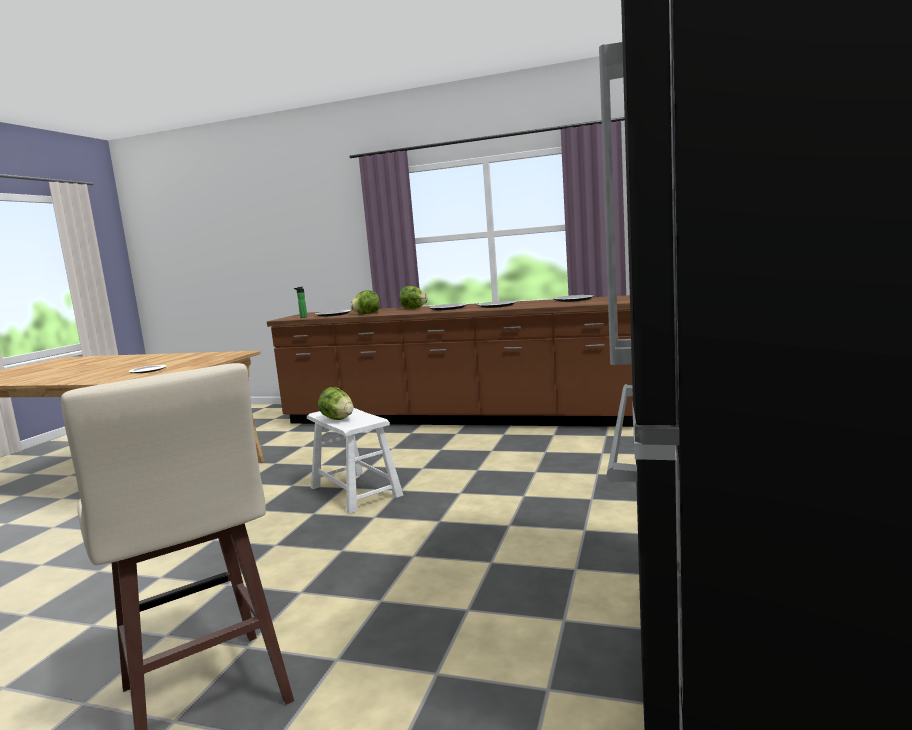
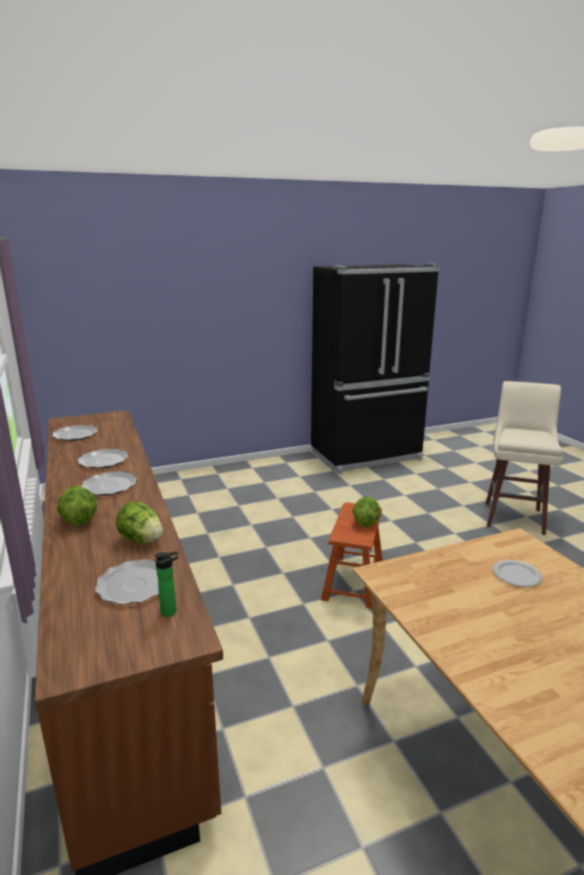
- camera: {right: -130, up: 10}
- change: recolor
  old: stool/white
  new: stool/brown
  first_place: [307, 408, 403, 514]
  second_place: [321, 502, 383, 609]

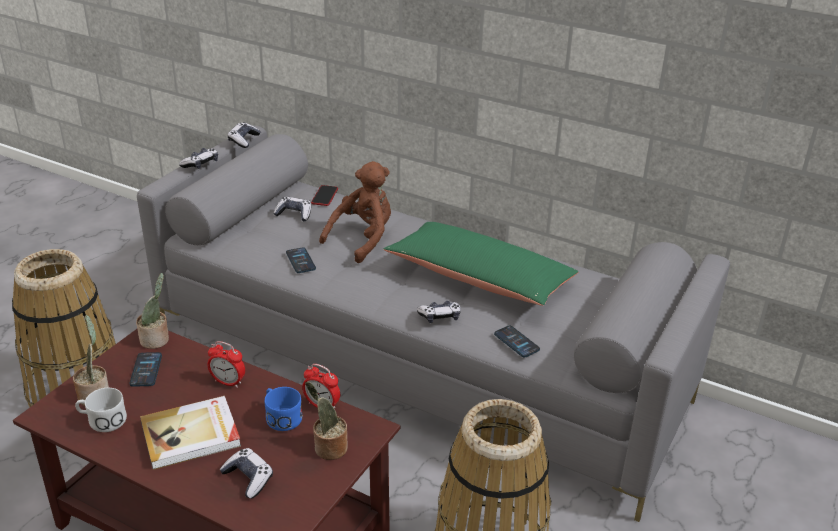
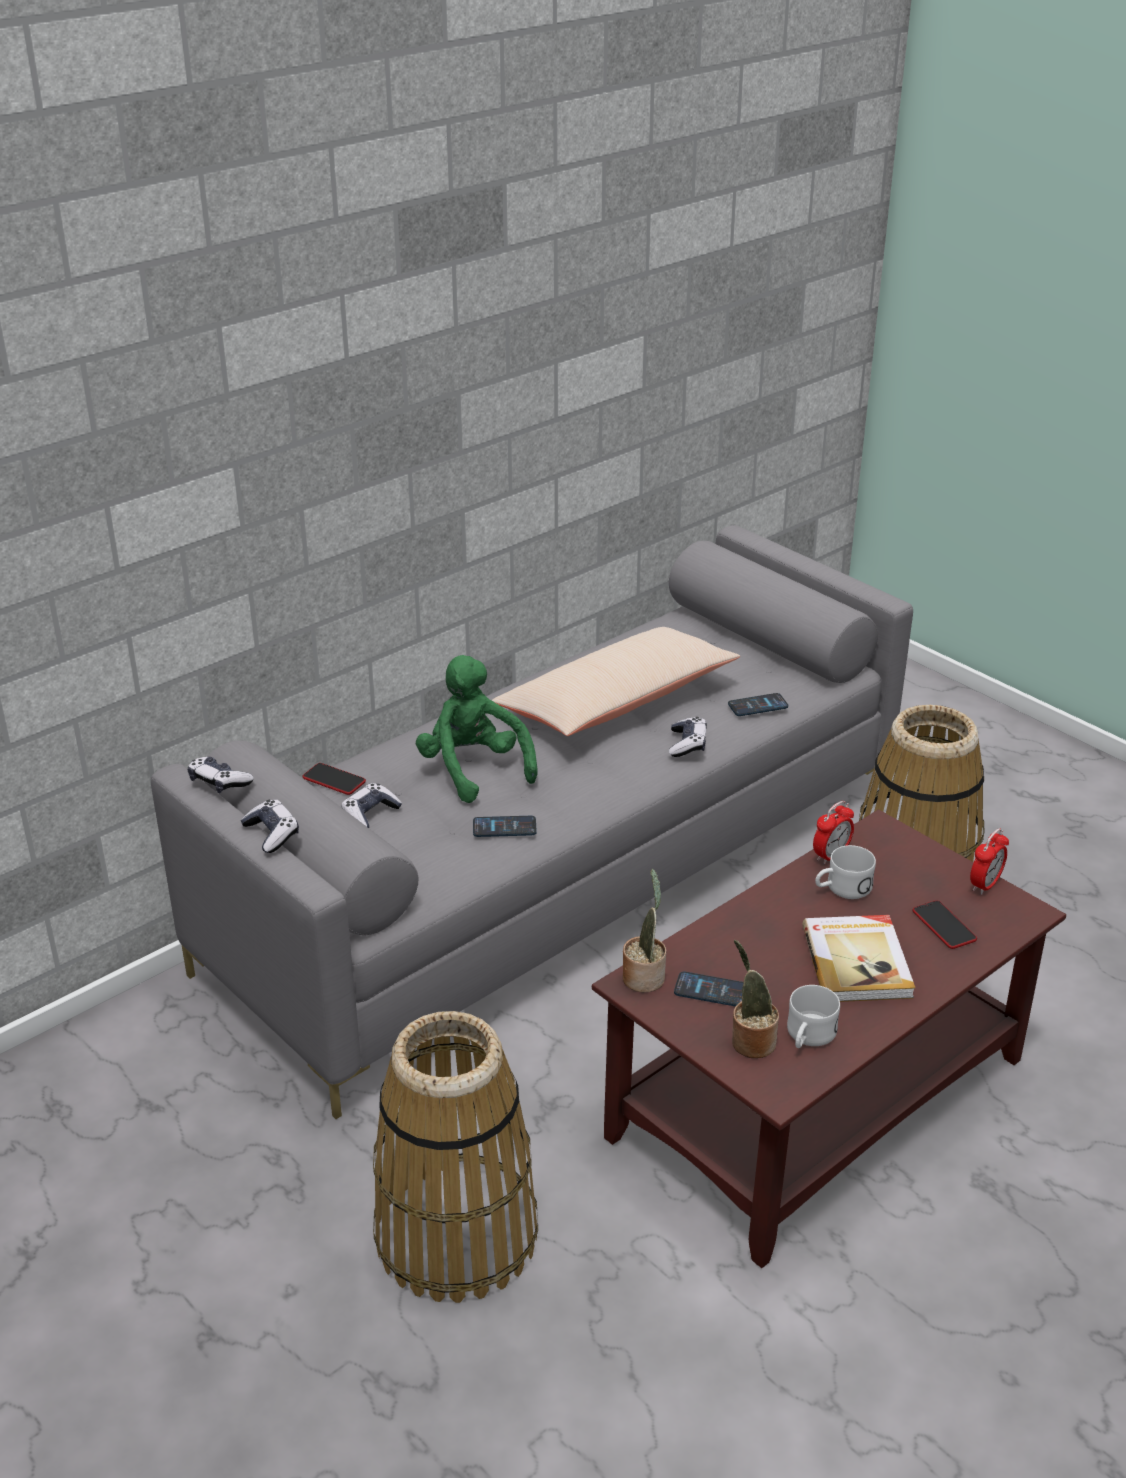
- camera: {right: -70, up: 0}
- change: move
  old: alarm clock
  first_place: [207, 341, 245, 388]
  second_place: [970, 828, 1009, 895]
- change: replace
  old: game controller
  new: phone
  first_place: [220, 448, 273, 499]
  second_place: [912, 900, 977, 949]
- change: recolor
  old: mug/blue
  new: mug/white
  first_place: [265, 387, 302, 431]
  second_place: [815, 845, 876, 899]
- change: delete
  old: potted plant
  first_place: [305, 381, 348, 460]
- change: recolor
  old: plush toy/brown
  new: plush toy/green
  first_place: [319, 161, 391, 263]
  second_place: [416, 655, 538, 803]
- change: recolor
  old: pillow/green
  new: pillow/beige
  first_place: [383, 222, 578, 306]
  second_place: [492, 627, 740, 736]

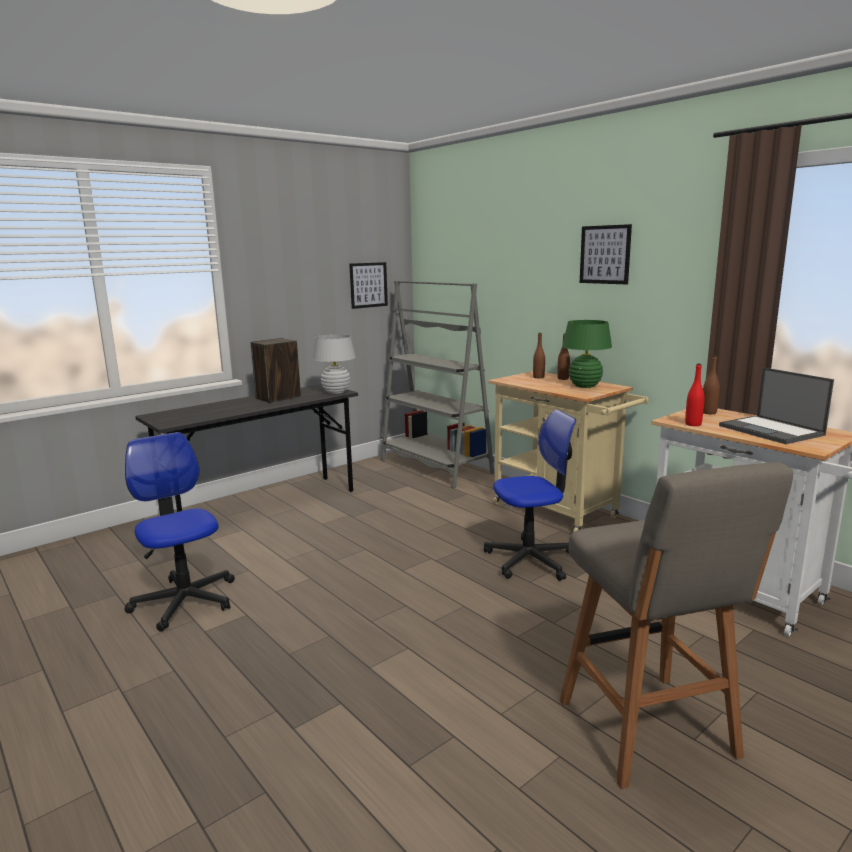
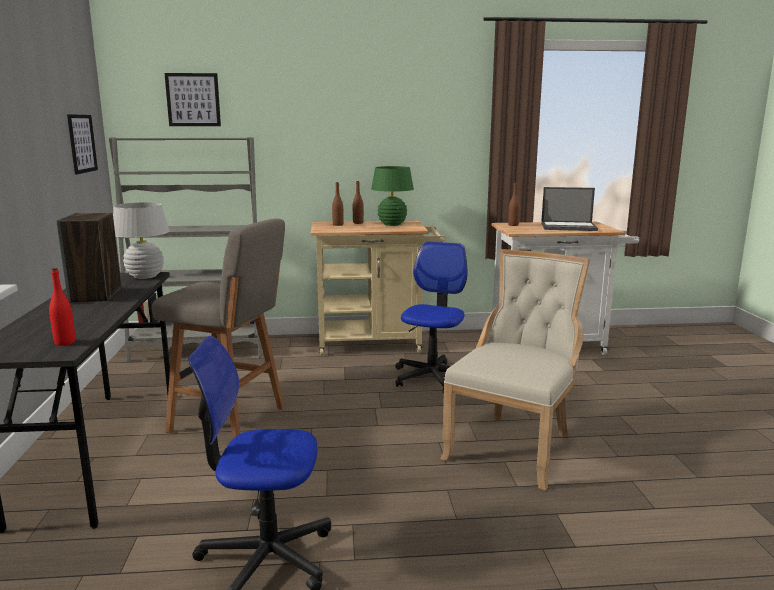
- camera: {right: -55, up: 0}
- change: move
  old: stool/grey
  first_place: [560, 462, 793, 789]
  second_place: [152, 218, 285, 439]
- change: move
  old: picture
  first_place: [580, 224, 632, 284]
  second_place: [165, 73, 221, 126]
- change: move
  old: bottle/red
  first_place: [685, 363, 705, 426]
  second_place: [49, 268, 75, 346]
- change: insert
  new: chair/beige
  second_place: [440, 249, 590, 490]

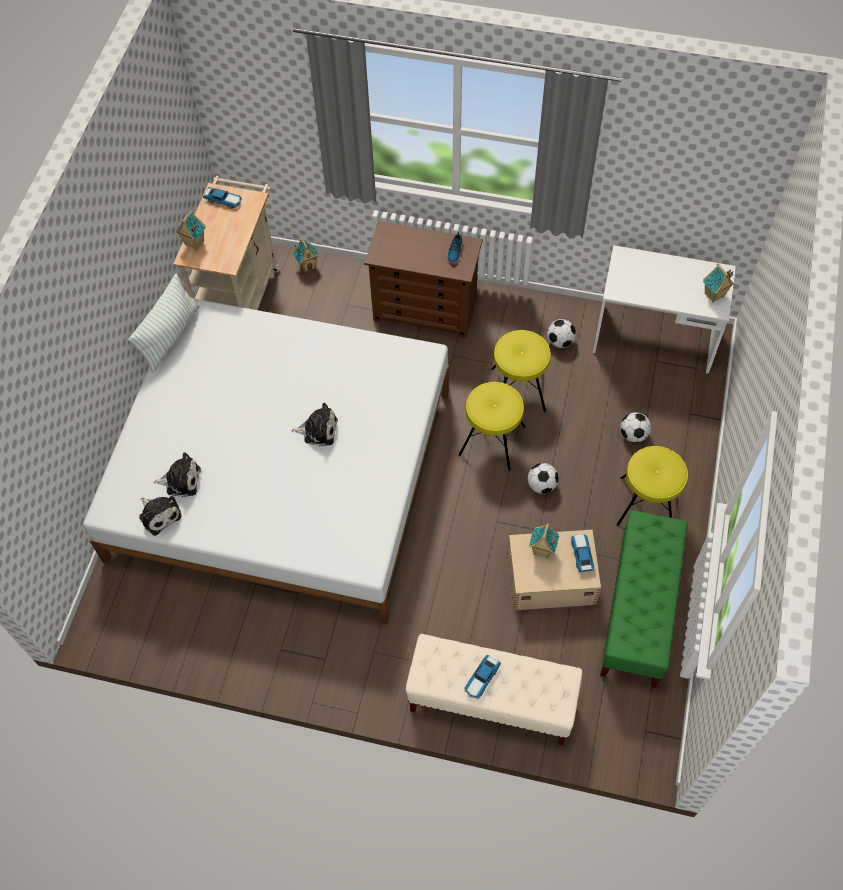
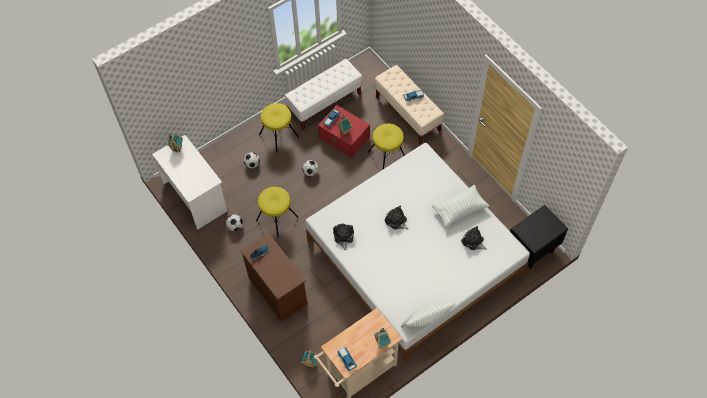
- camera: {right: -140, up: 0}
- change: move
  old: plush toy
  first_place: [139, 496, 181, 536]
  second_place: [333, 224, 354, 250]
- change: move
  old: stool/yellow
  first_place: [458, 382, 526, 471]
  second_place: [368, 124, 405, 169]
- change: recolor
  old: storage box/beige
  new: storage box/red
  first_place: [507, 530, 601, 610]
  second_place: [318, 105, 370, 158]
- change: recolor
  old: bench/green
  new: bench/white
  first_place: [600, 511, 688, 688]
  second_place: [285, 59, 362, 130]
- change: insert
  new: pillow
  second_place: [431, 184, 489, 228]
- change: insert
  new: nightstand/black
  second_place: [510, 205, 568, 268]

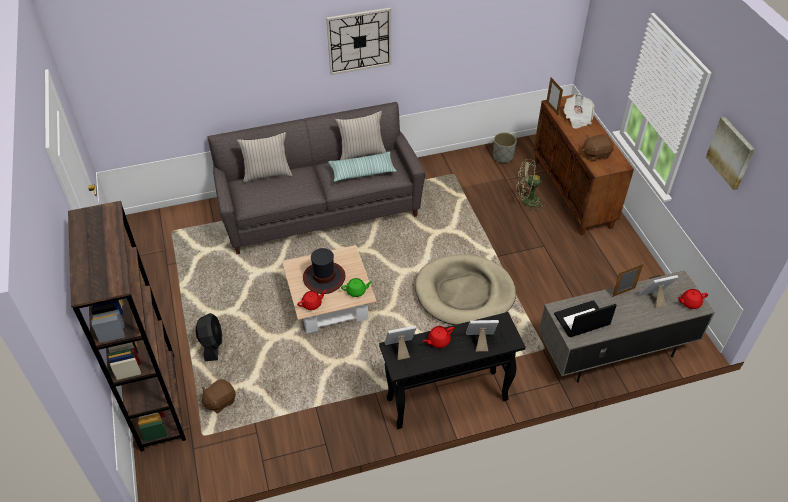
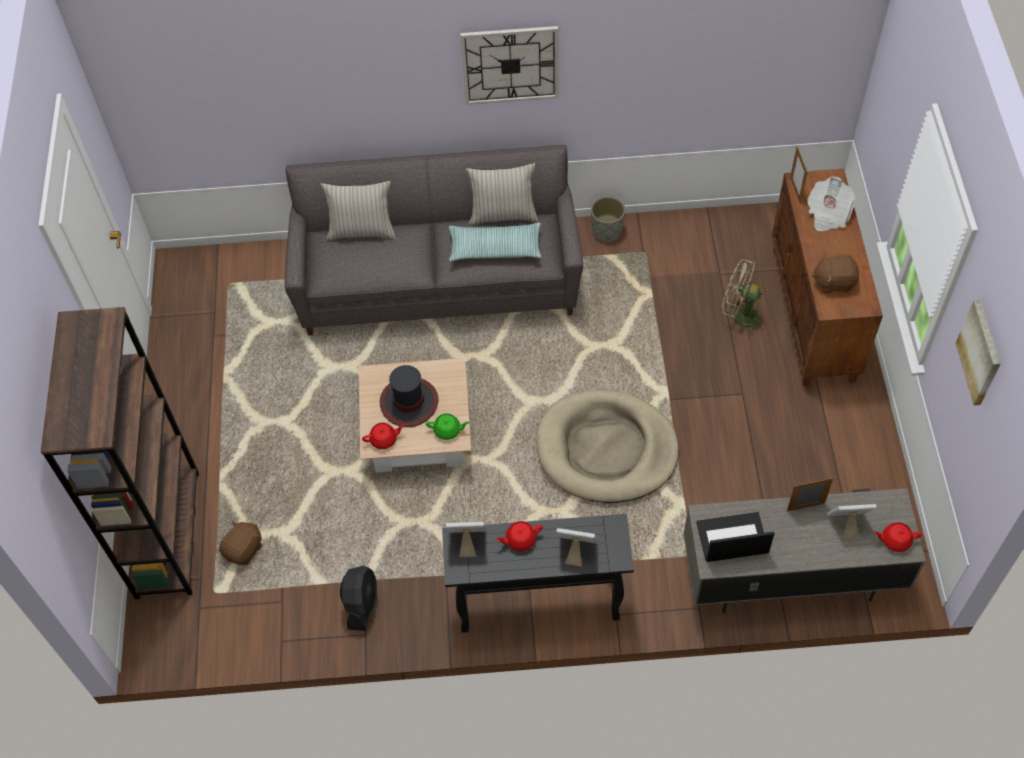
- camera: {right: 15, up: 10}
- change: move
  old: fan/black
  first_place: [196, 313, 222, 361]
  second_place: [340, 566, 377, 631]
- change: rotate
  old: plush toy/brown
  first_place: [202, 379, 236, 414]
  second_place: [219, 521, 262, 565]
  degrees: 150
- change: move
  old: planter/grey
  first_place: [493, 133, 517, 163]
  second_place: [591, 196, 625, 242]

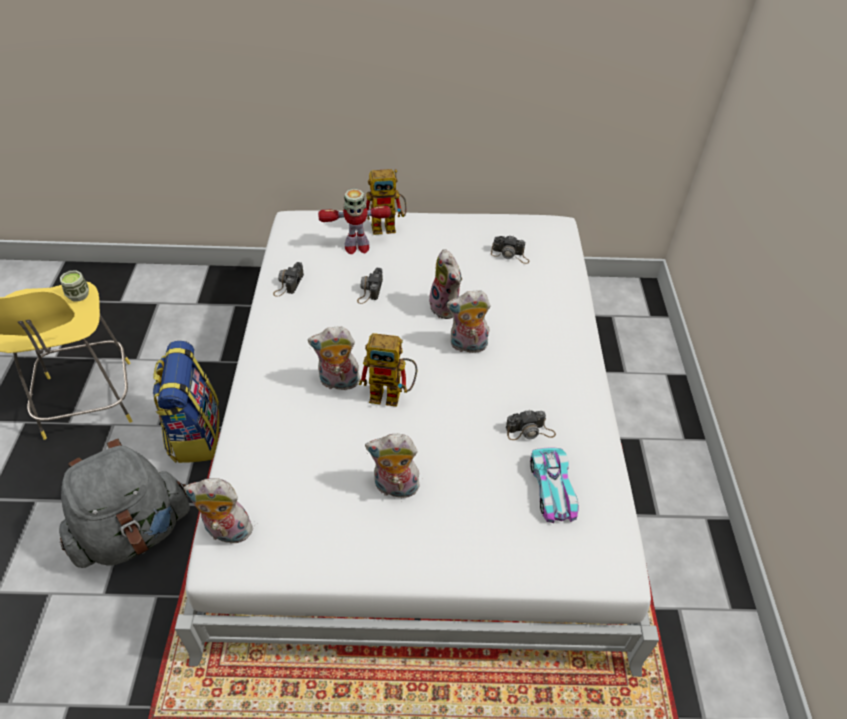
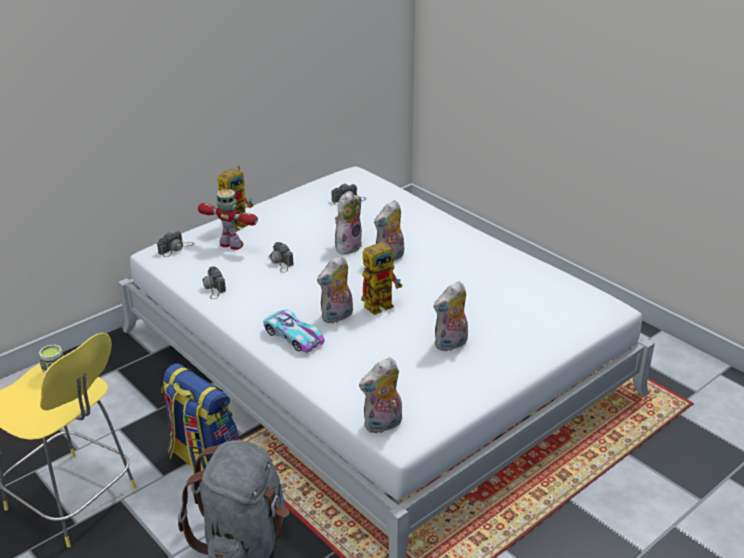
- camera: {right: -40, up: -15}
- change: rotate
  old: toy robot
  first_place: [318, 188, 391, 254]
  second_place: [198, 189, 258, 250]
  degrees: -105
- change: rotate
  old: plush toy
  first_place: [429, 249, 462, 319]
  second_place: [335, 191, 362, 254]
  degrees: -75
- change: move
  old: photo camera
  first_place: [506, 410, 556, 440]
  second_place: [157, 230, 194, 257]
- change: move
  old: toy car
  first_place: [530, 447, 579, 523]
  second_place: [263, 309, 325, 353]

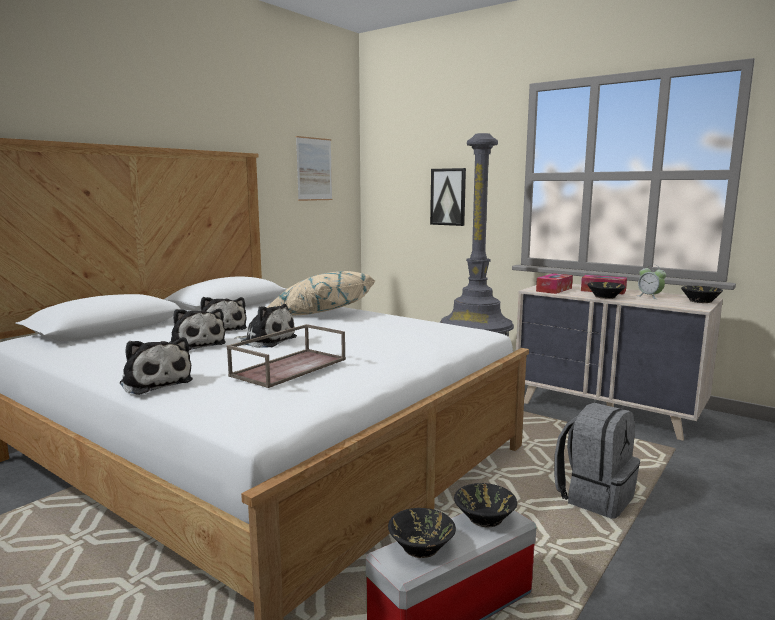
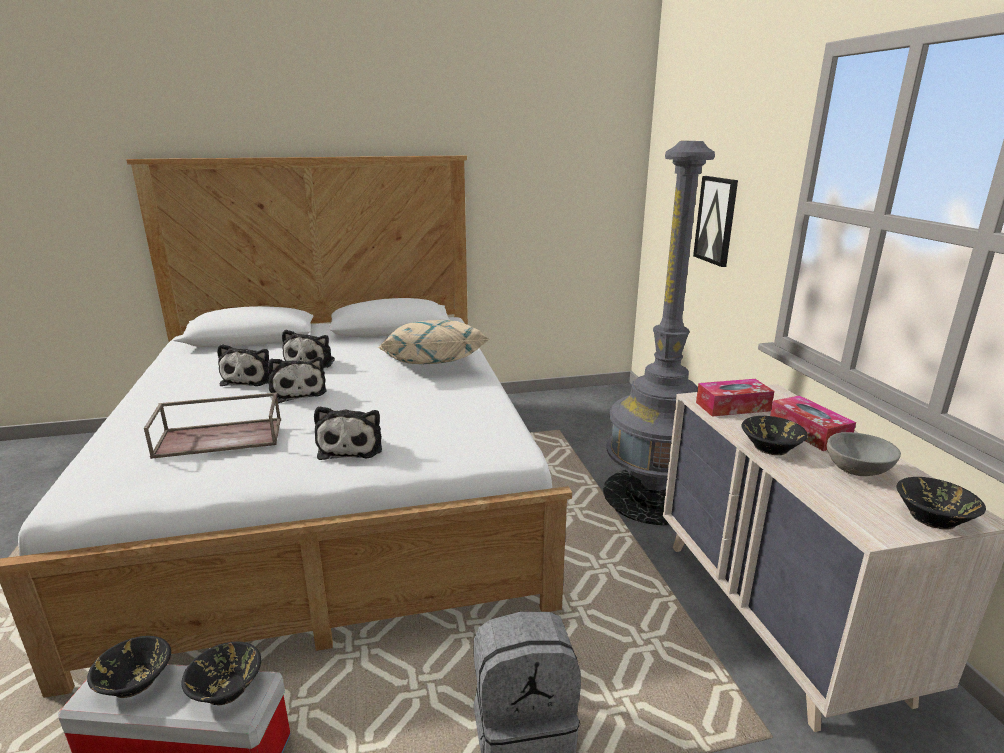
- camera: {right: 40, up: 10}
- change: move
  old: plush toy
  first_place: [120, 337, 193, 395]
  second_place: [314, 406, 382, 460]
- change: delete
  old: picture
  first_place: [296, 136, 332, 201]
- change: replace
  old: alarm clock
  new: bowl/grey
  first_place: [638, 264, 666, 299]
  second_place: [827, 432, 901, 476]

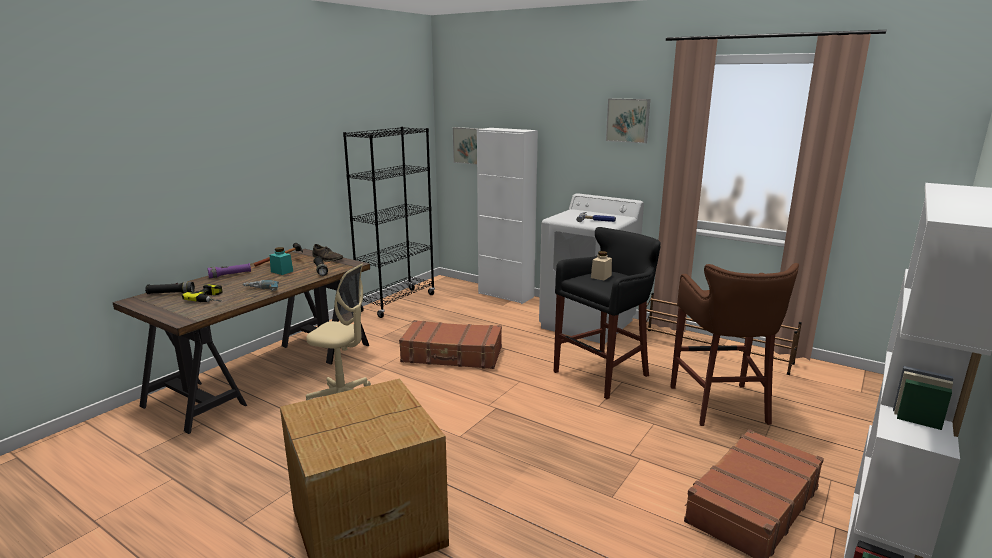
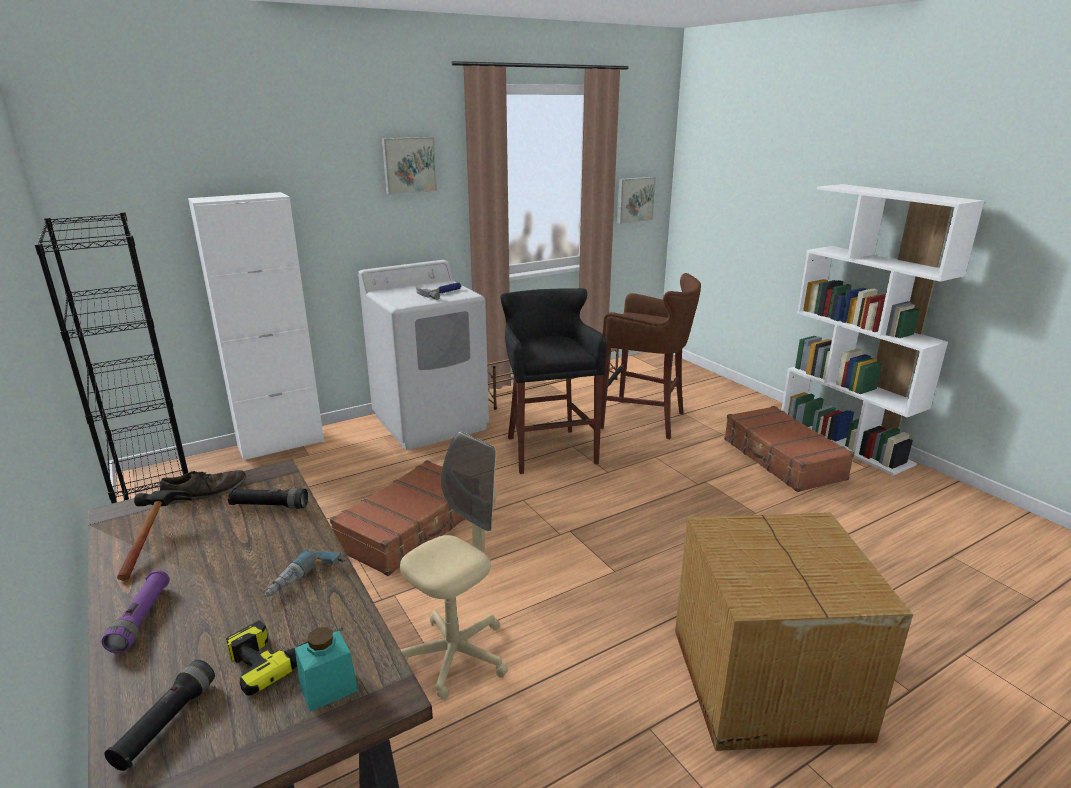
- camera: {right: -65, up: 5}
- change: move
  old: jar/turquoise
  first_place: [270, 247, 293, 275]
  second_place: [295, 627, 358, 712]
- change: move
  old: picture
  first_place: [453, 127, 481, 165]
  second_place: [617, 177, 656, 224]
- change: delete
  old: jar/beige
  first_place: [591, 251, 612, 280]

